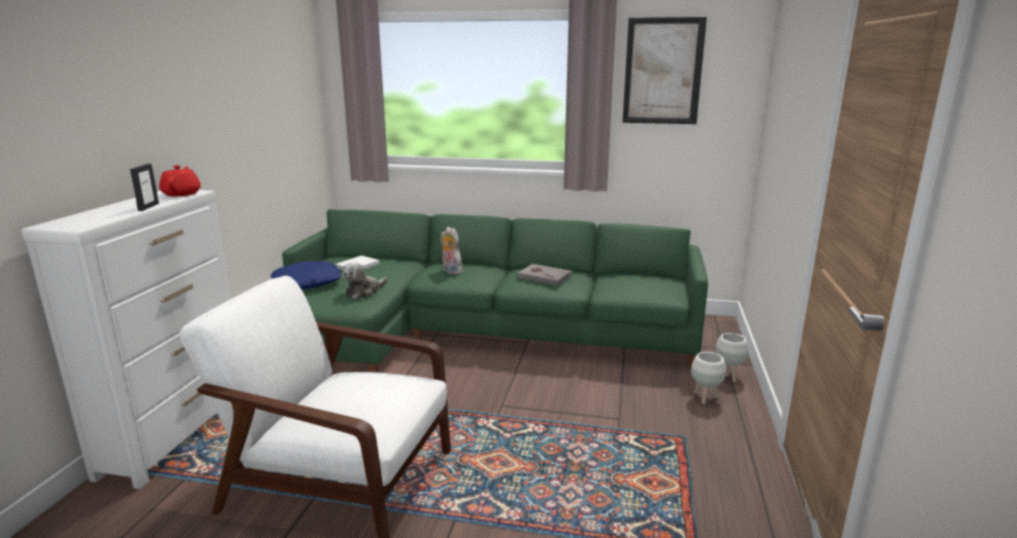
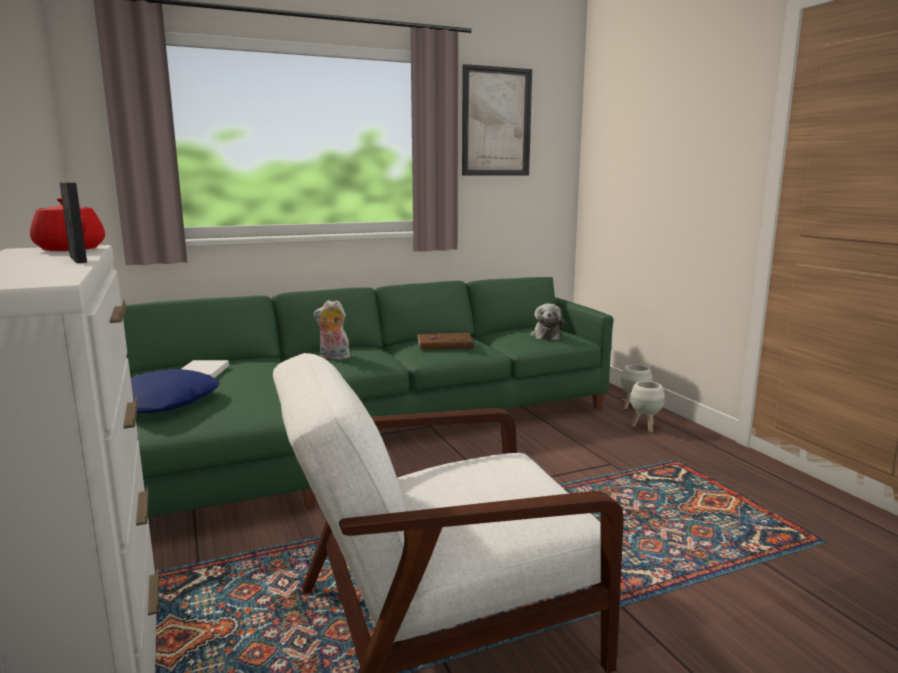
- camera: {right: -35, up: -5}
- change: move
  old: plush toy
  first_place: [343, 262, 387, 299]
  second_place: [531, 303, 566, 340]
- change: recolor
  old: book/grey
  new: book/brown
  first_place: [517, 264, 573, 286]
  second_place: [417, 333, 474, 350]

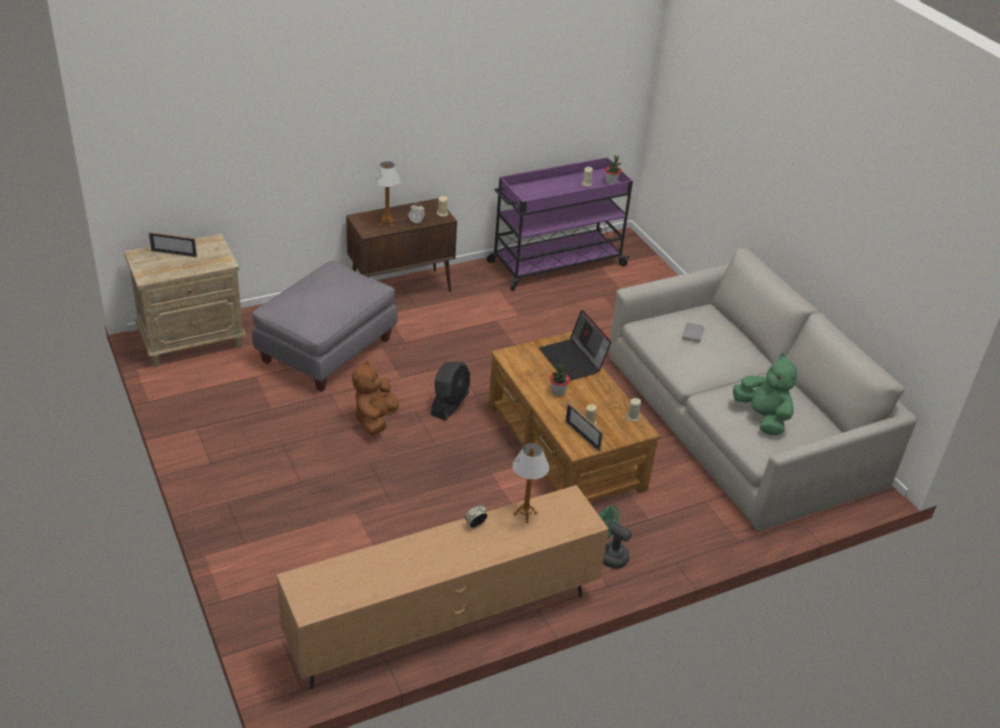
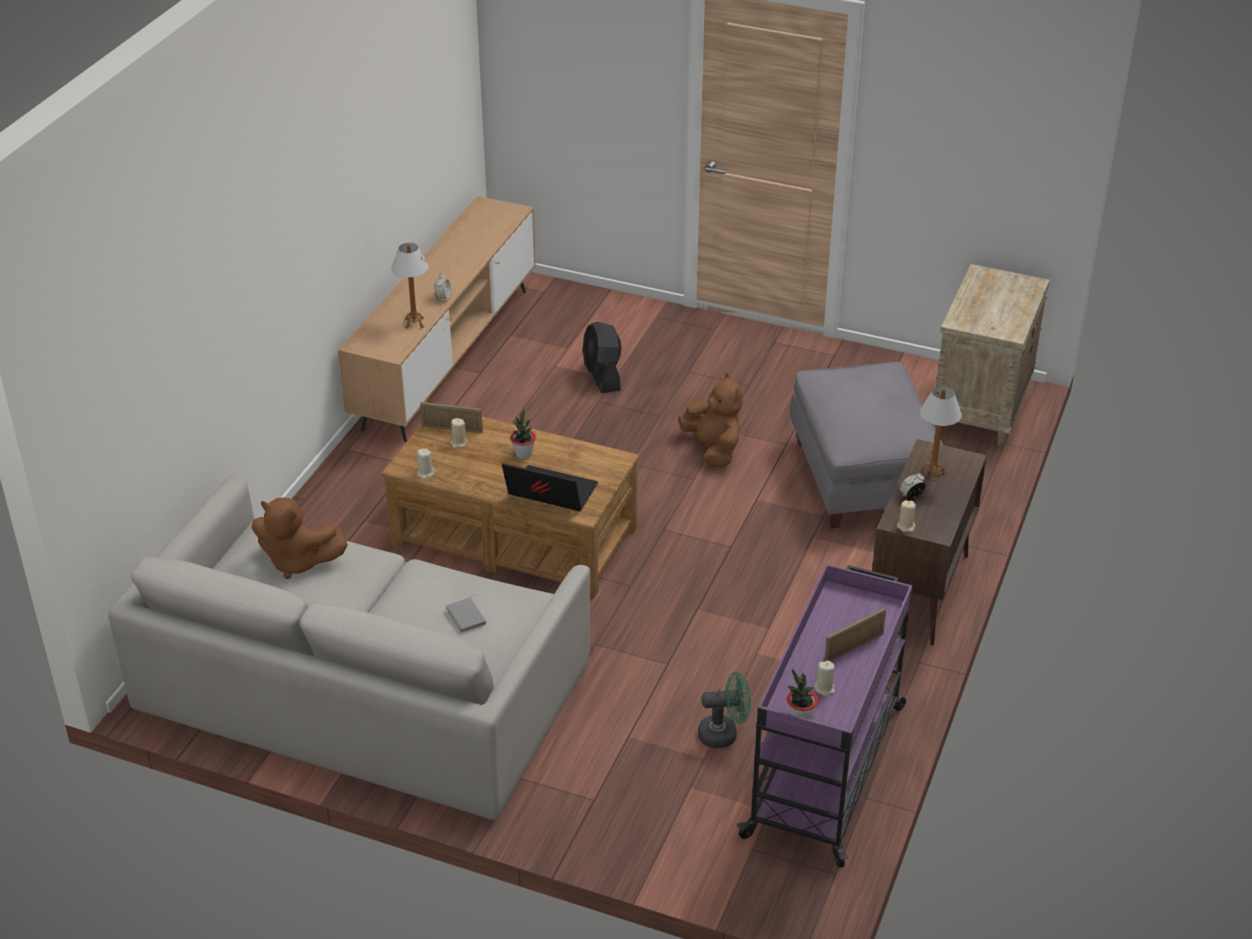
- camera: {right: 140, up: 0}
- change: move
  old: picture frame
  first_place: [149, 232, 197, 258]
  second_place: [824, 608, 886, 662]
- change: move
  old: fan/black
  first_place: [431, 362, 470, 421]
  second_place: [583, 322, 621, 394]
- change: move
  old: fan/green
  first_place: [599, 506, 632, 569]
  second_place: [698, 672, 751, 748]
- change: recolor
  old: plush toy/green
  new: plush toy/brown
  first_place: [733, 353, 797, 436]
  second_place: [252, 497, 348, 579]

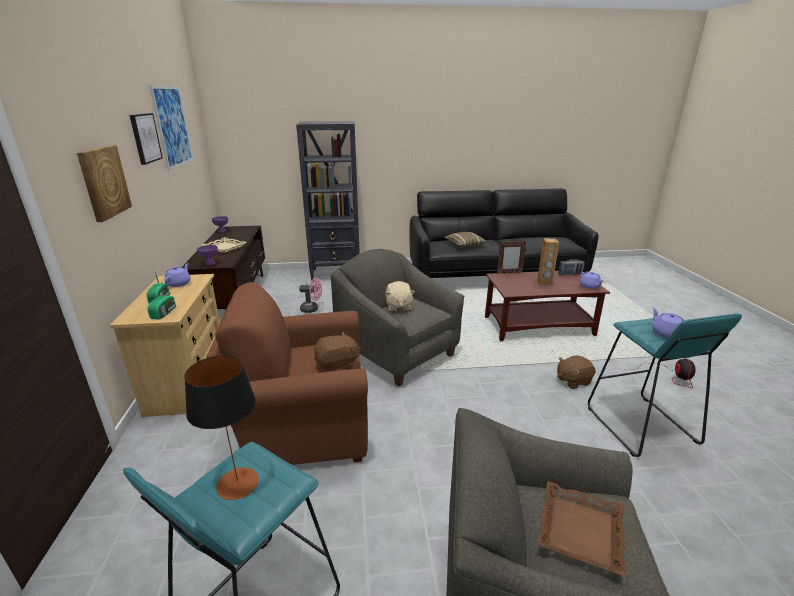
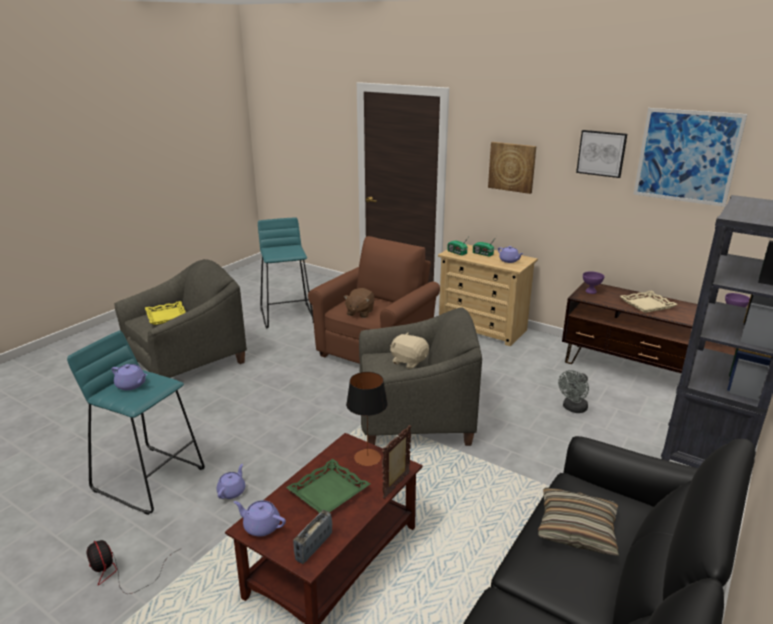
- camera: {right: 130, up: 0}
- change: move
  old: table lamp
  first_place: [184, 356, 259, 500]
  second_place: [346, 372, 388, 466]
- change: recolor
  old: fan/pink
  new: fan/grey
  first_place: [299, 277, 322, 313]
  second_place: [558, 370, 589, 413]
- change: replace
  old: speaker/brown
  new: tray/green
  first_place: [537, 239, 559, 285]
  second_place: [286, 459, 370, 513]
- change: recolor
  old: tray/brown
  new: tray/yellow
  first_place: [537, 481, 626, 577]
  second_place: [145, 301, 186, 325]
- change: replace
  old: plush toy/brown
  new: teapot/purple
  first_place: [557, 355, 596, 389]
  second_place: [217, 464, 245, 499]

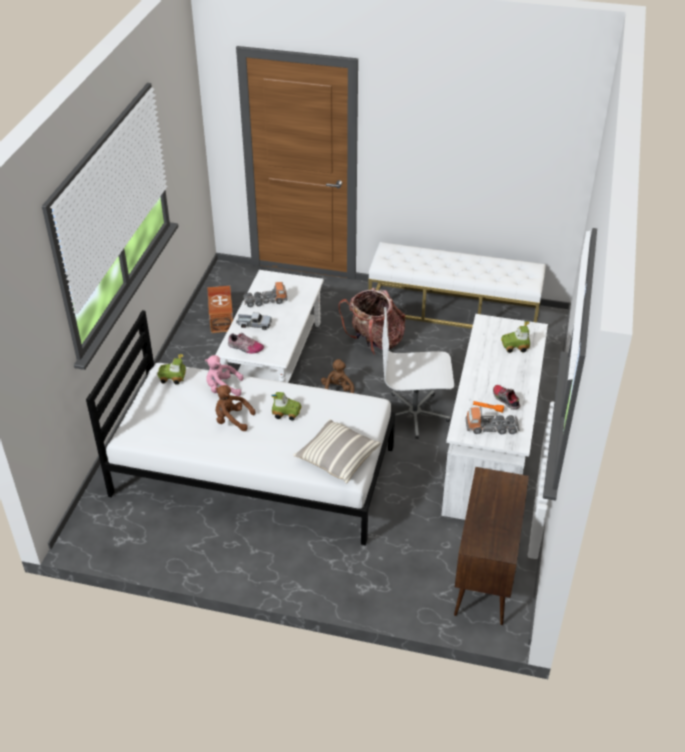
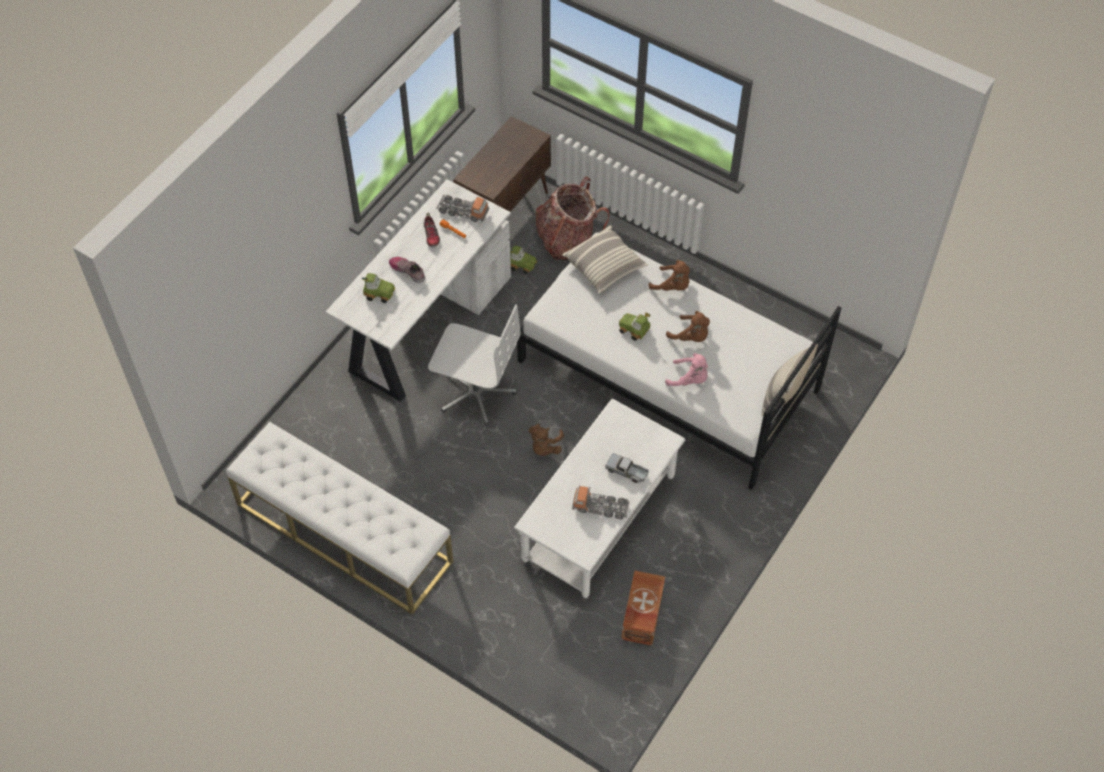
- camera: {right: -160, up: 15}
- change: move
  old: toy car
  first_place: [157, 354, 186, 385]
  second_place: [510, 246, 537, 274]
- change: move
  old: shoe
  first_place: [228, 333, 264, 354]
  second_place: [389, 257, 425, 283]
- change: move
  old: backpack
  first_place: [338, 288, 405, 355]
  second_place: [535, 176, 609, 260]
- change: insert
  new: plush toy/brown
  second_place: [648, 260, 690, 291]
- change: insert
  new: pillow
  second_place: [761, 344, 818, 416]

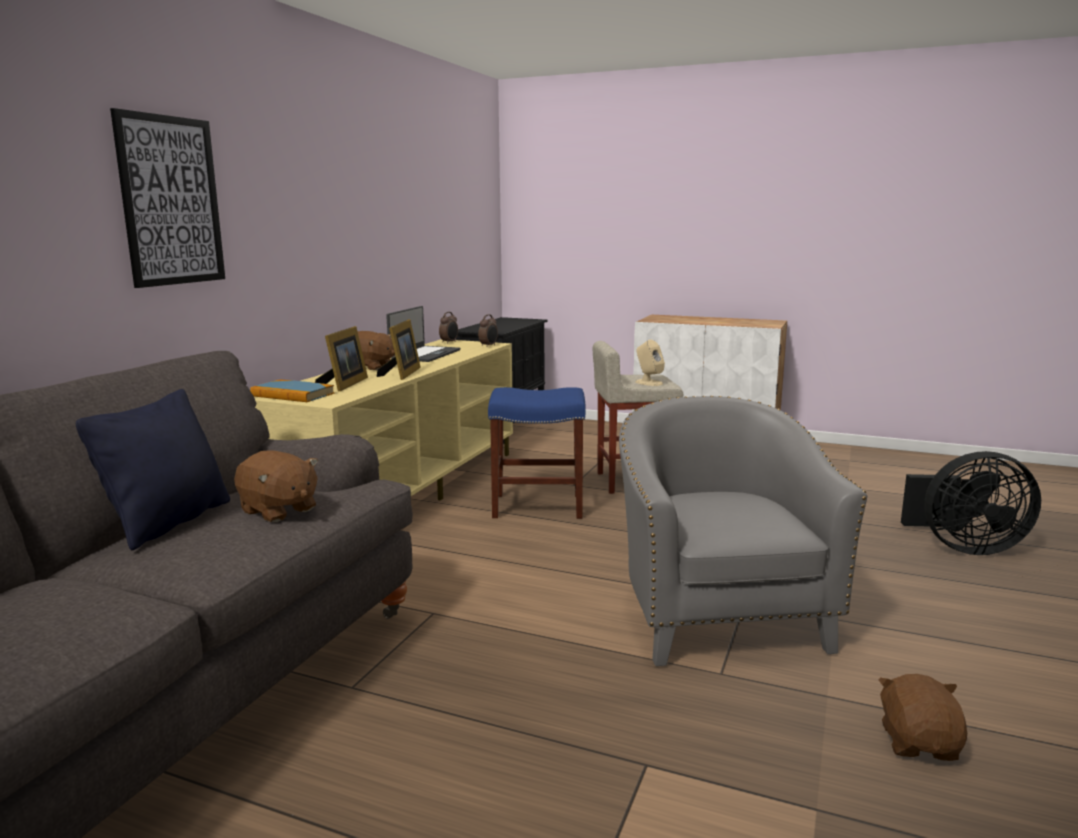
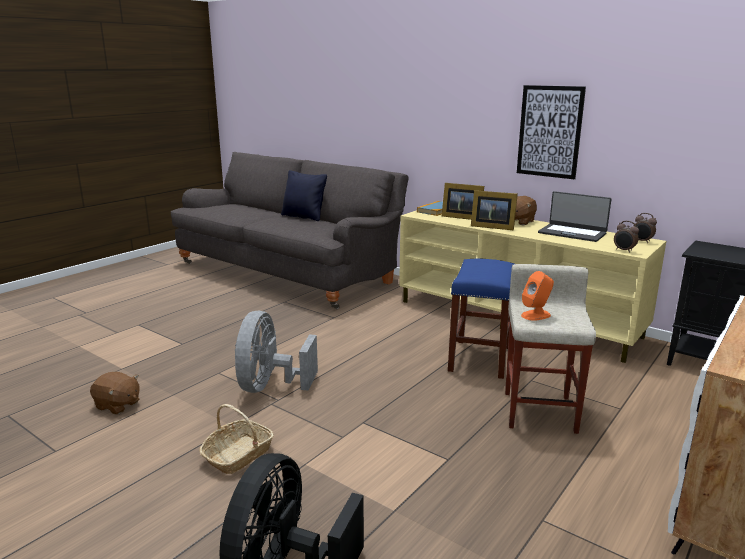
- camera: {right: 105, up: 5}
- change: move
  old: picture
  first_place: [110, 108, 225, 288]
  second_place: [517, 85, 586, 179]
- change: delete
  old: plush toy/brown
  first_place: [234, 450, 318, 522]
- change: replace
  old: armchair/grey
  new: fan/grey
  first_place: [619, 396, 867, 666]
  second_place: [235, 311, 318, 393]
- change: recolor
  old: speaker/beige
  new: speaker/orange
  first_place: [635, 340, 665, 386]
  second_place: [521, 271, 554, 321]
- change: insert
  new: basket
  second_place: [199, 404, 274, 474]

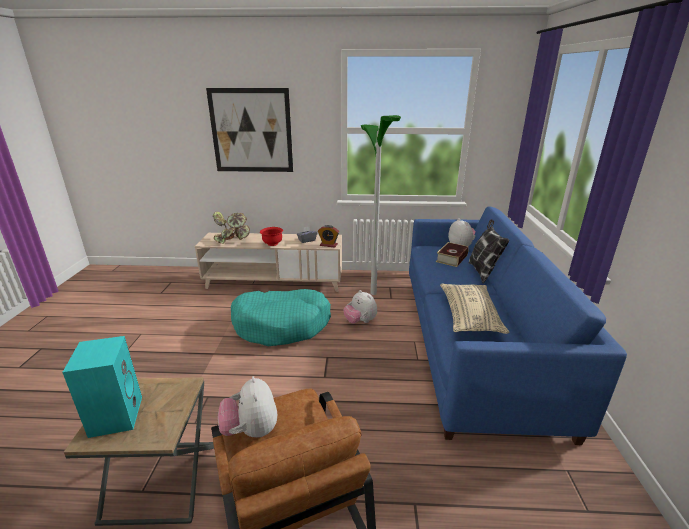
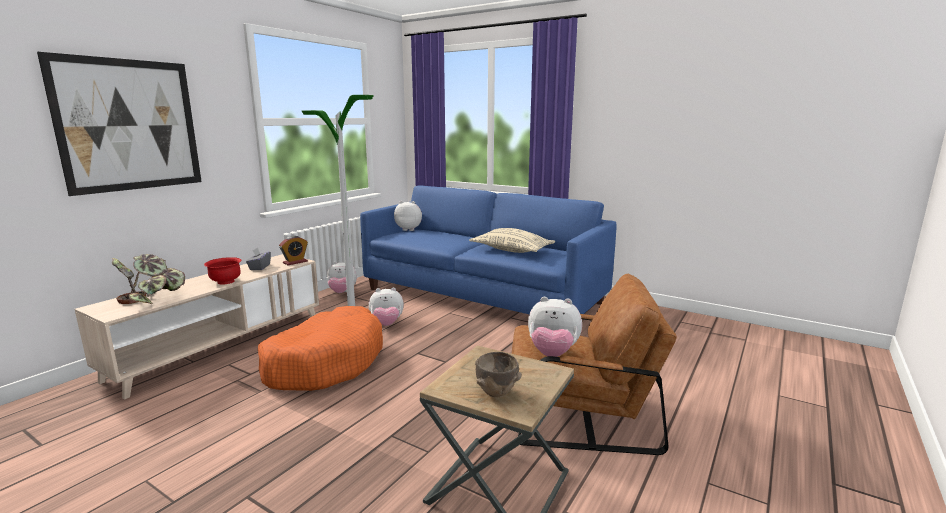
- camera: {right: -60, up: -10}
- change: replace
  old: speaker/turquoise
  new: bowl/brown
  first_place: [62, 336, 142, 438]
  second_place: [475, 352, 522, 397]
- change: recolor
  old: dog bed/turquoise
  new: dog bed/orange
  first_place: [231, 289, 331, 346]
  second_place: [258, 306, 383, 391]
- change: delete
  old: book
  first_place: [436, 242, 469, 267]
- change: delete
  old: pillow
  first_place: [469, 219, 509, 284]
- change: insert
  new: plush toy
  second_place: [327, 262, 357, 293]

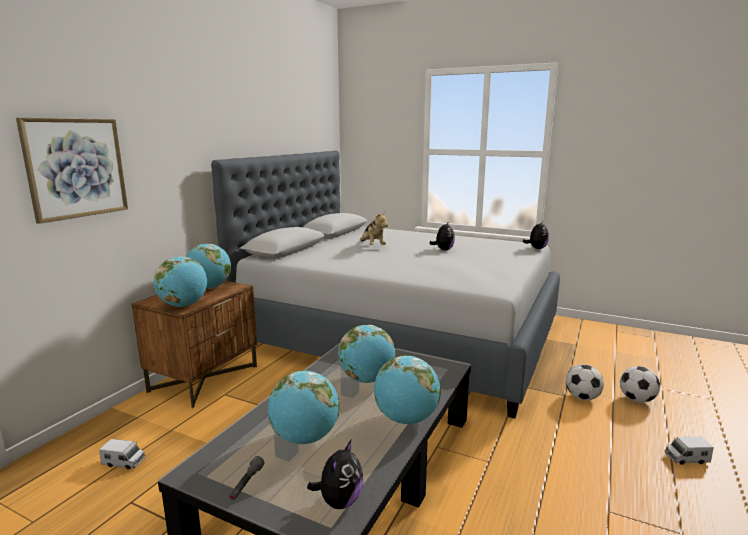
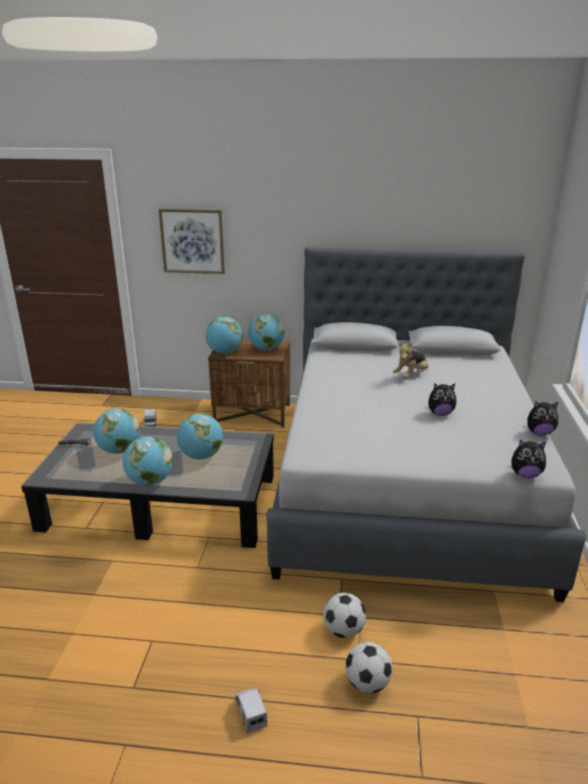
- camera: {right: 70, up: 10}
- change: move
  old: plush toy
  first_place: [307, 440, 363, 509]
  second_place: [527, 401, 558, 436]

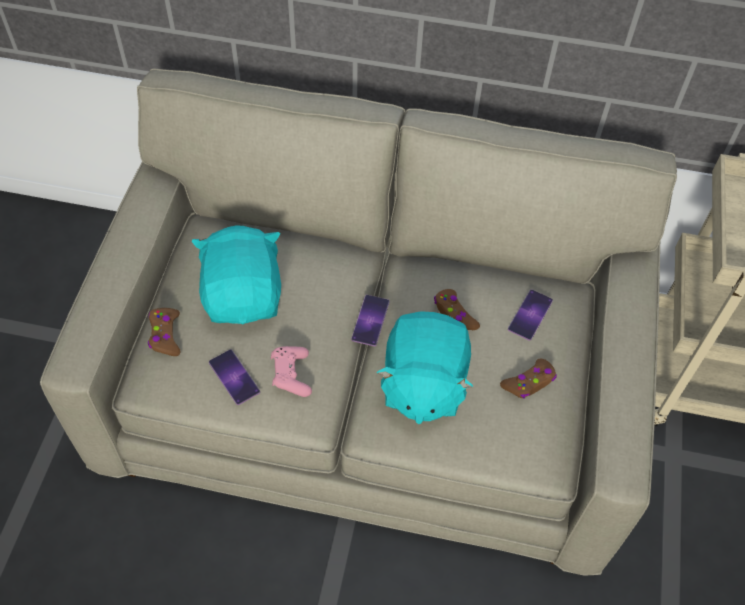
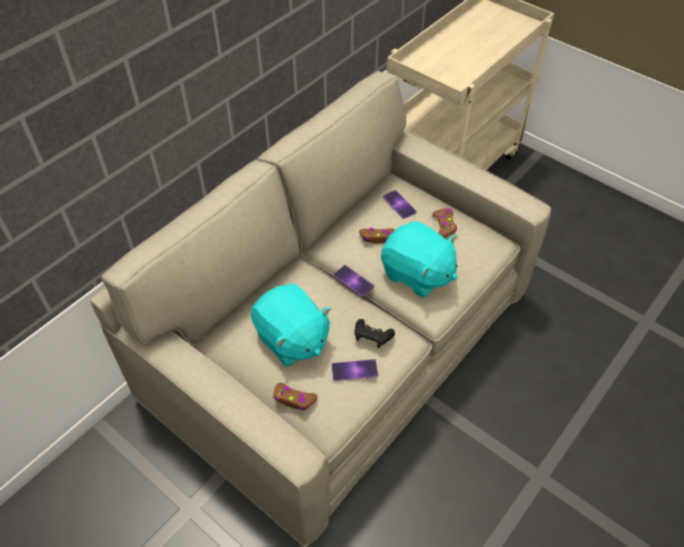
- camera: {right: -60, up: -5}
- change: rotate
  old: plush toy/turquoise
  first_place: [191, 226, 281, 324]
  second_place: [251, 283, 331, 366]
  degrees: -150
- change: recolor
  old: game controller/pink
  new: game controller/black
  first_place: [271, 346, 312, 397]
  second_place: [354, 319, 395, 348]

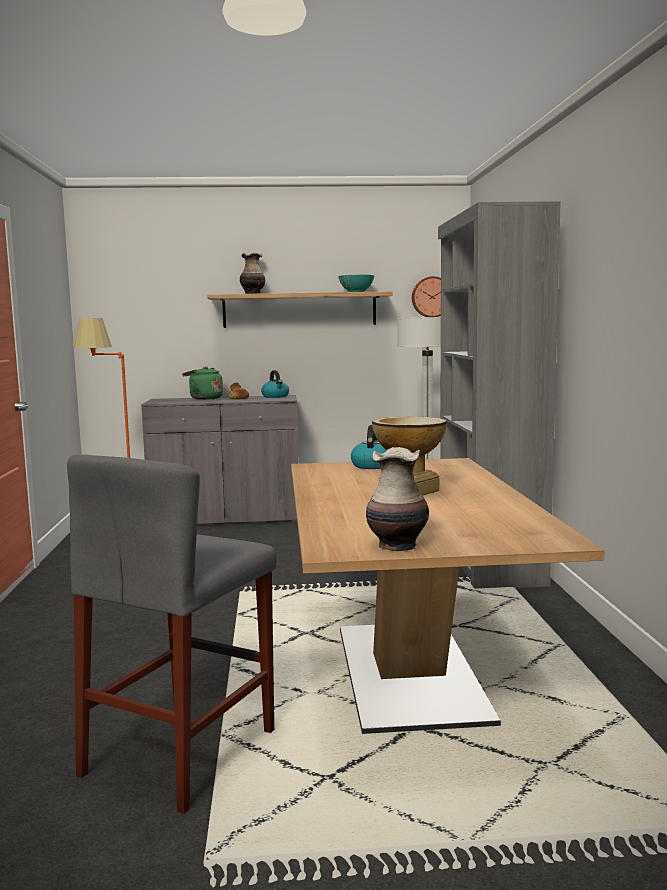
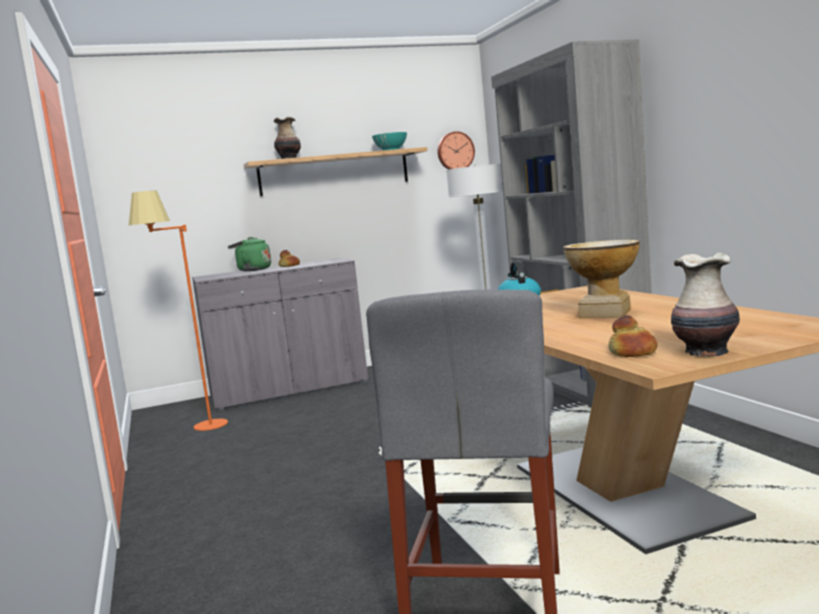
- camera: {right: -15, up: 0}
- change: delete
  old: kettle
  first_place: [261, 370, 289, 398]
- change: insert
  new: bread
  second_place: [608, 315, 657, 357]

